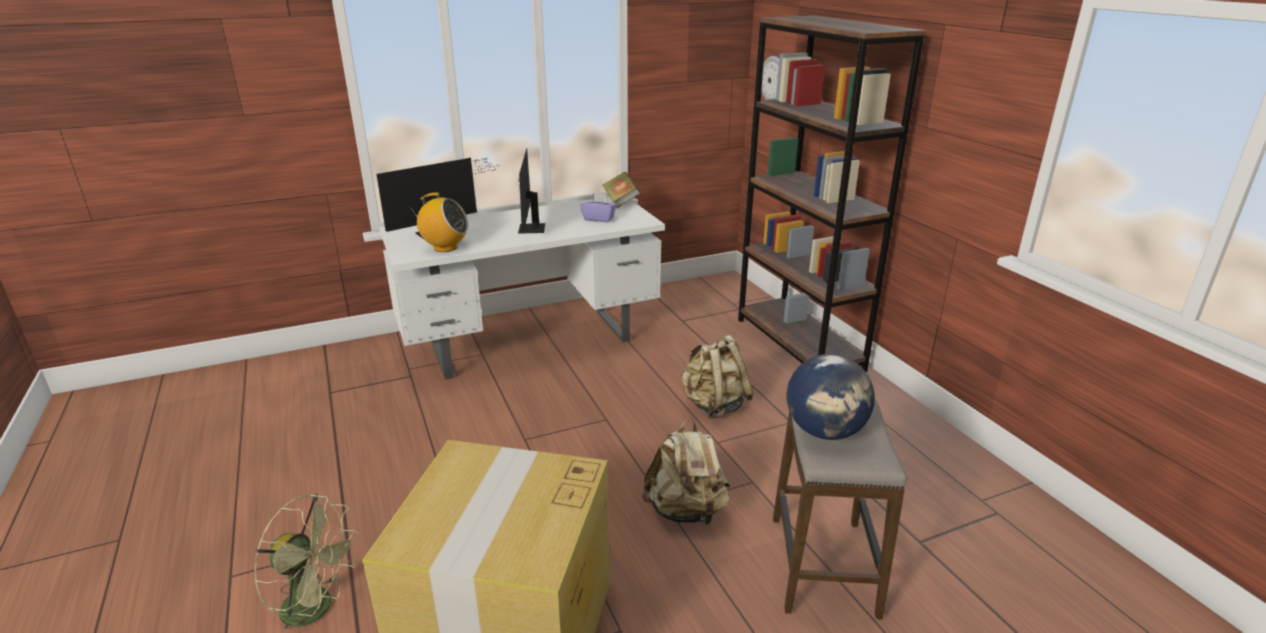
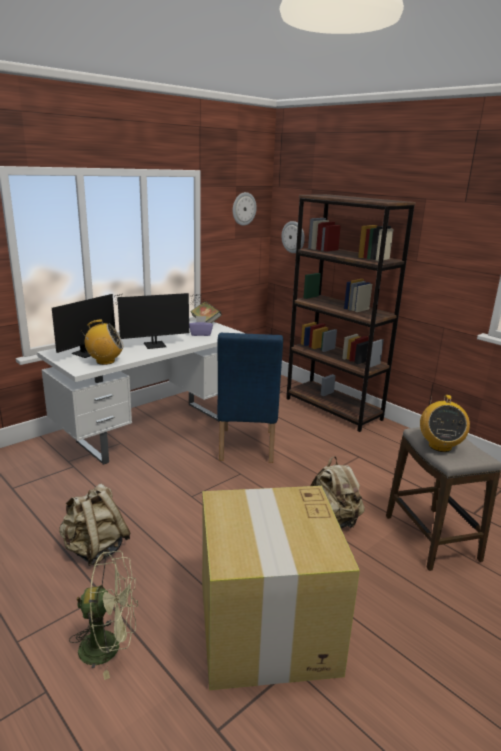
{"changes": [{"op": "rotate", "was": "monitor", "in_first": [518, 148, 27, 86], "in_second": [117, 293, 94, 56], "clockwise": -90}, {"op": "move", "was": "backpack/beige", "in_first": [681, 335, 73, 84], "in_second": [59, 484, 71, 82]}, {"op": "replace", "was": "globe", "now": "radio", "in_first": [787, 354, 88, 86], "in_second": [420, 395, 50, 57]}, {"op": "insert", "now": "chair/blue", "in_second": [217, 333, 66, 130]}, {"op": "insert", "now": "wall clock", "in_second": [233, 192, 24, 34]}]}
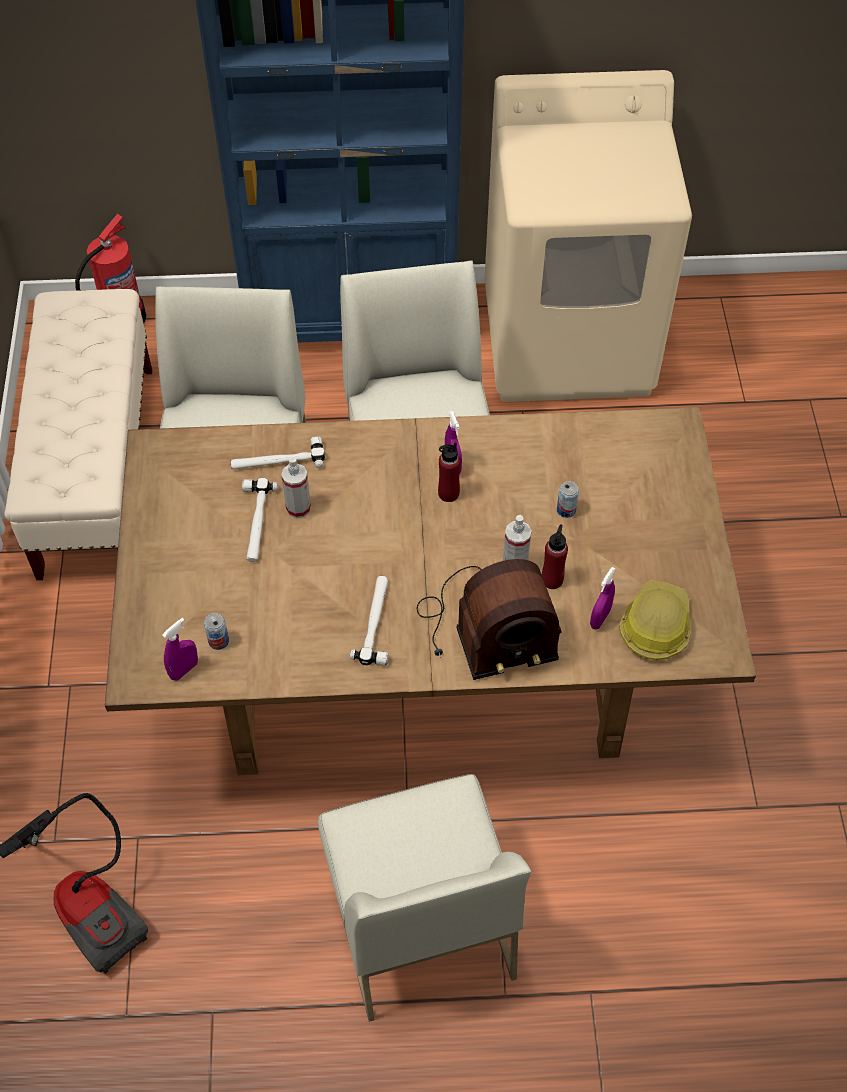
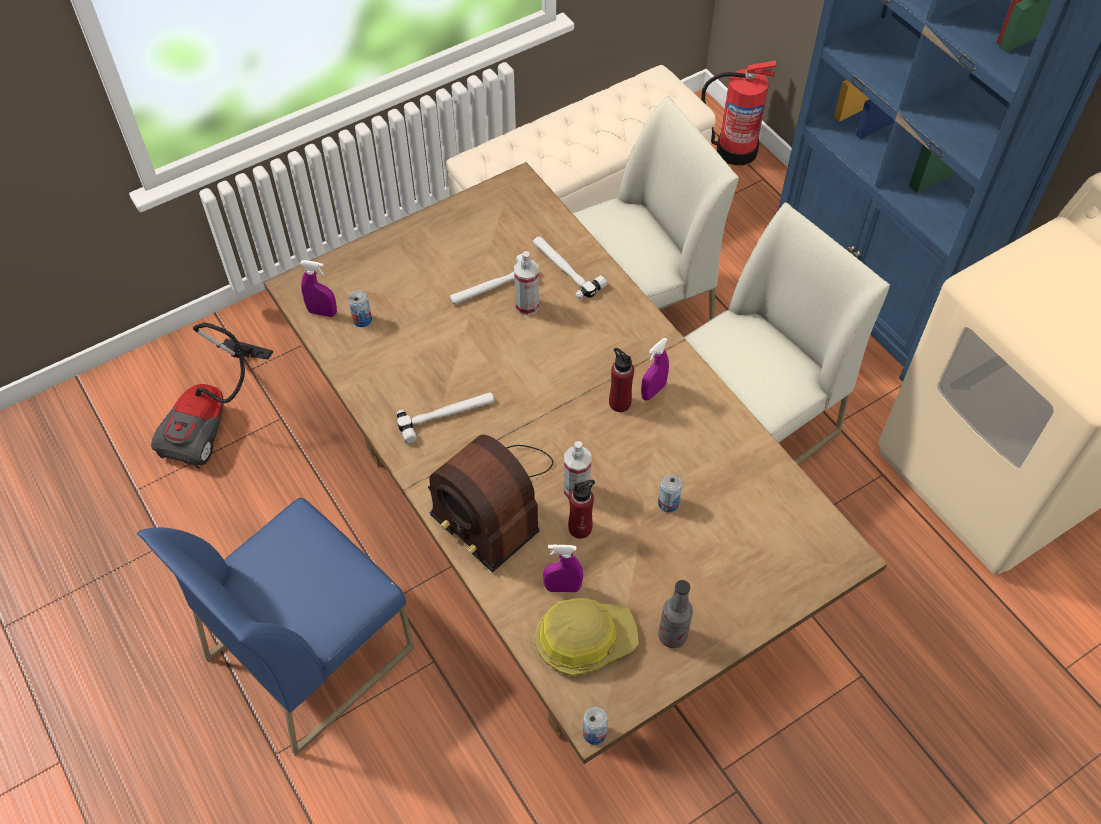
{"changes": [{"op": "recolor", "was": "chair/white", "now": "chair/blue", "in_first": [318, 774, 213, 248], "in_second": [137, 498, 277, 258]}, {"op": "insert", "now": "can", "in_second": [583, 707, 25, 38]}, {"op": "insert", "now": "bottle", "in_second": [658, 580, 35, 68]}]}
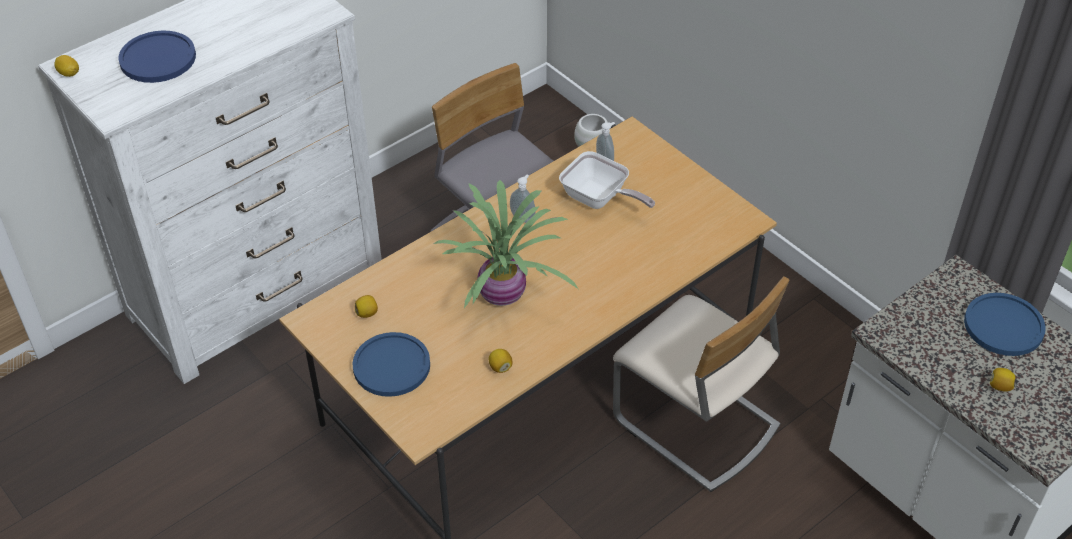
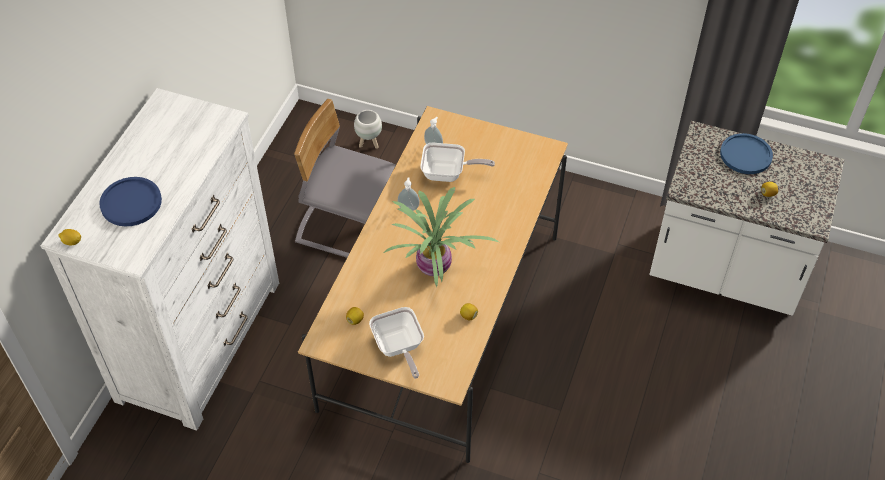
{"changes": [{"op": "replace", "was": "plate/blue", "now": "frying pan", "in_first": [353, 332, 77, 65], "in_second": [369, 307, 55, 72]}, {"op": "delete", "was": "chair/beige", "in_first": [613, 276, 176, 216]}]}
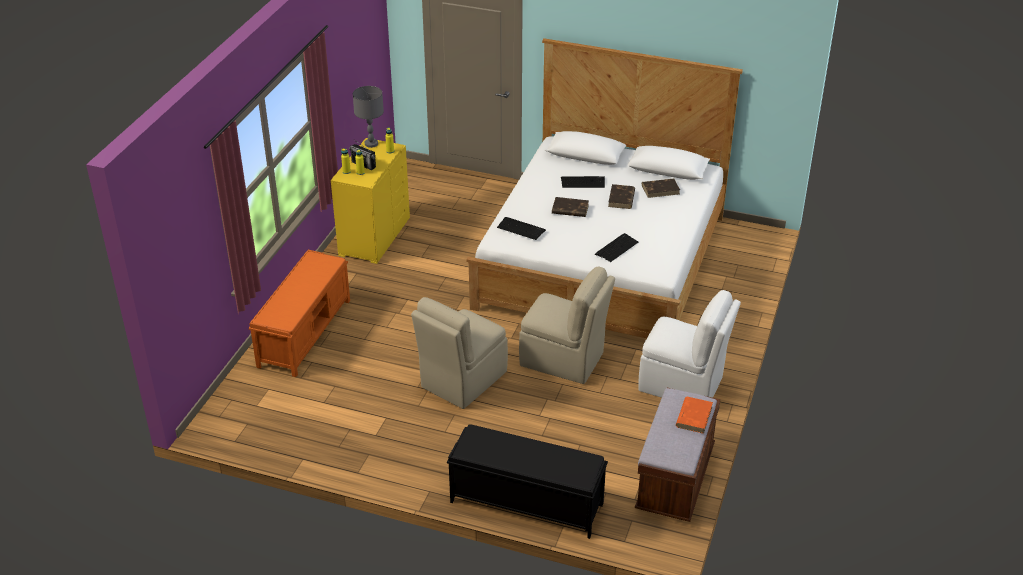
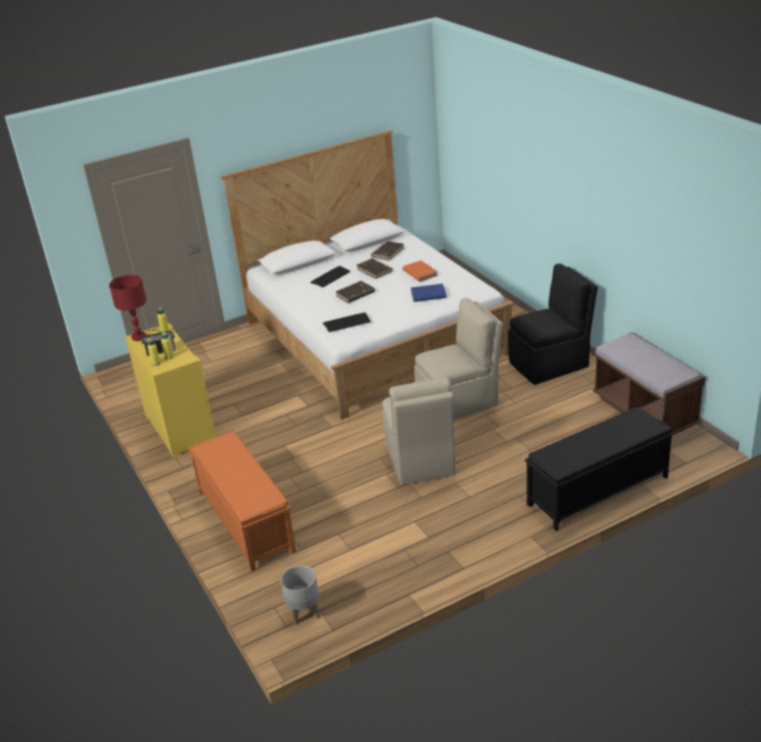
{"changes": [{"op": "recolor", "was": "table lamp/grey", "now": "table lamp/red", "in_first": [353, 86, 31, 62], "in_second": [109, 275, 38, 66]}, {"op": "replace", "was": "keyboard", "now": "book/blue", "in_first": [595, 233, 43, 29], "in_second": [411, 284, 36, 18]}, {"op": "recolor", "was": "chair/white", "now": "chair/black", "in_first": [638, 290, 103, 108], "in_second": [508, 263, 90, 122]}, {"op": "move", "was": "book/orange", "in_first": [676, 397, 37, 37], "in_second": [402, 260, 35, 22]}, {"op": "insert", "now": "planter/grey", "in_second": [281, 565, 38, 60]}]}
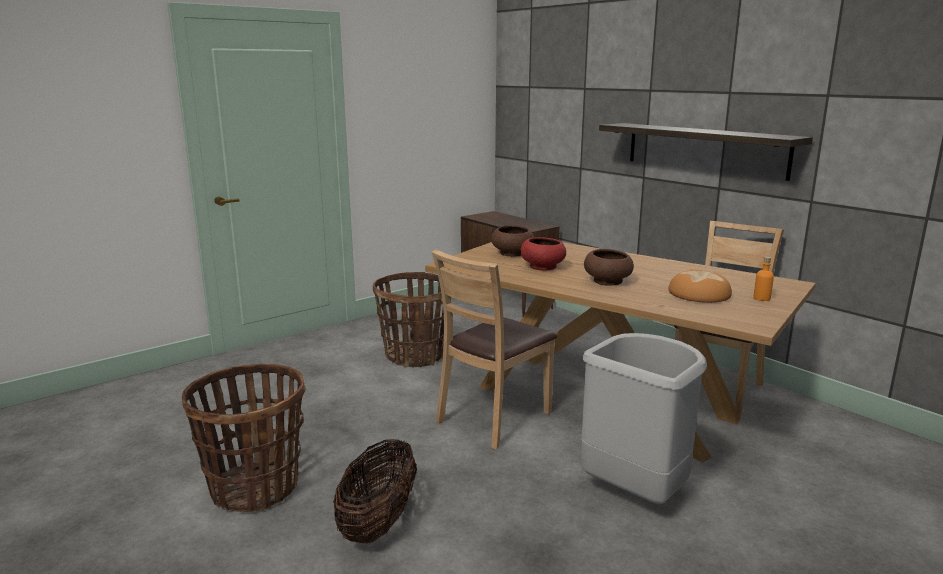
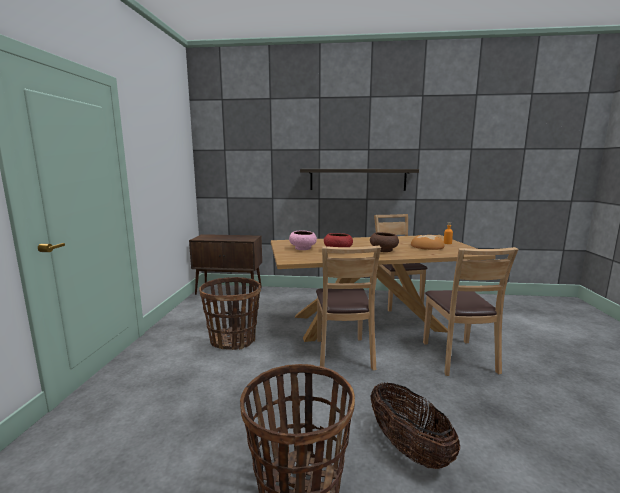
{"changes": [{"op": "recolor", "was": "bowl/brown", "now": "bowl/pink", "in_first": [491, 225, 43, 32], "in_second": [289, 230, 28, 20]}, {"op": "replace", "was": "trash can/grey", "now": "chair/brown", "in_first": [580, 333, 127, 171], "in_second": [423, 247, 96, 129]}]}
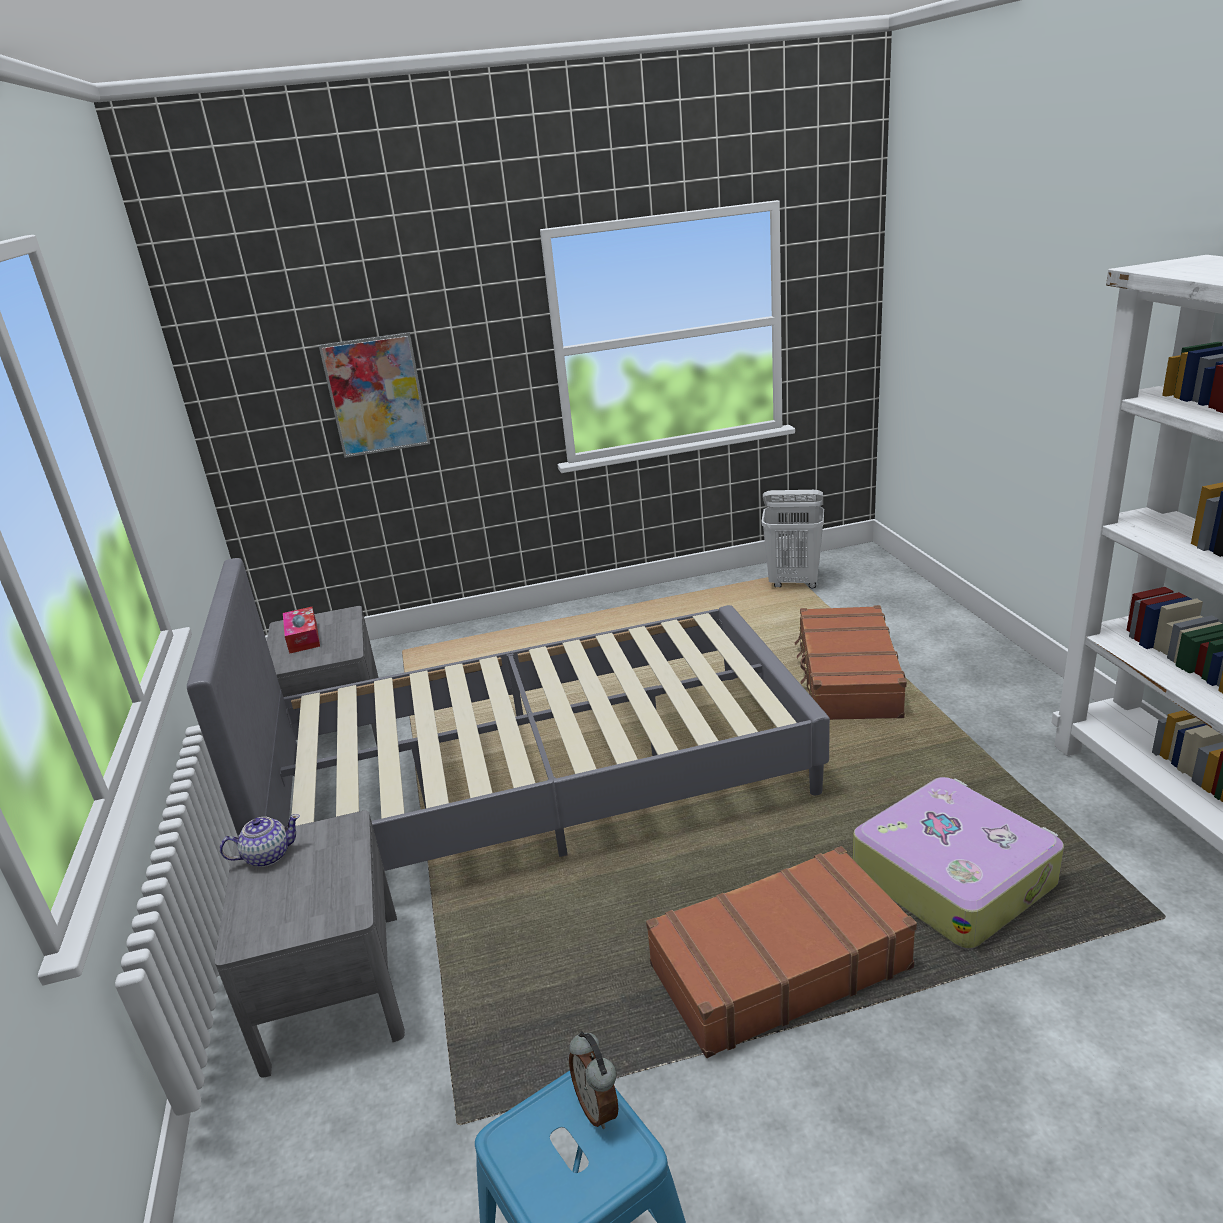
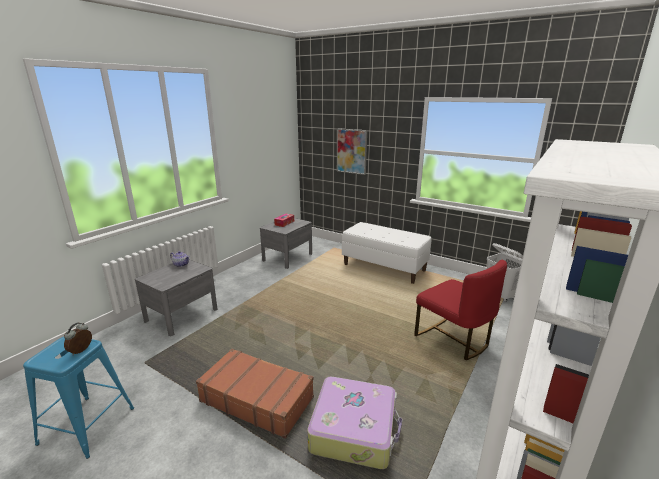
{"changes": [{"op": "delete", "was": "bed/grey", "in_first": [187, 558, 643, 313]}, {"op": "replace", "was": "suitcase/brown", "now": "chair/red", "in_first": [795, 605, 112, 115], "in_second": [414, 260, 93, 100]}, {"op": "insert", "now": "bench/white", "in_second": [342, 222, 89, 62]}]}
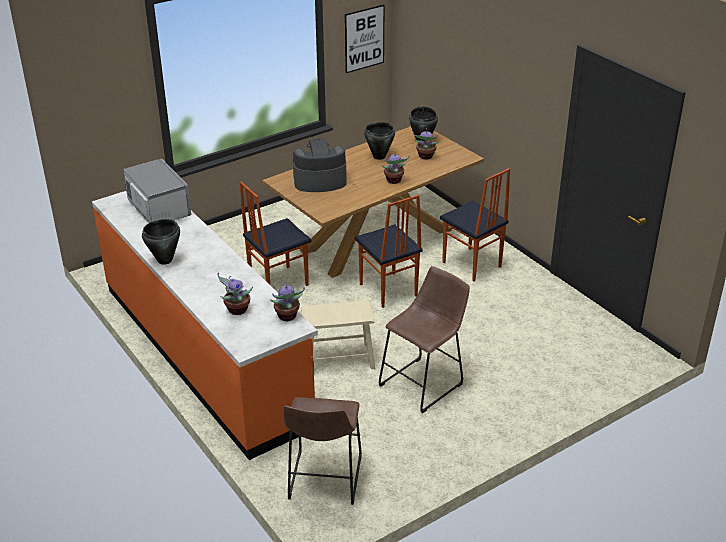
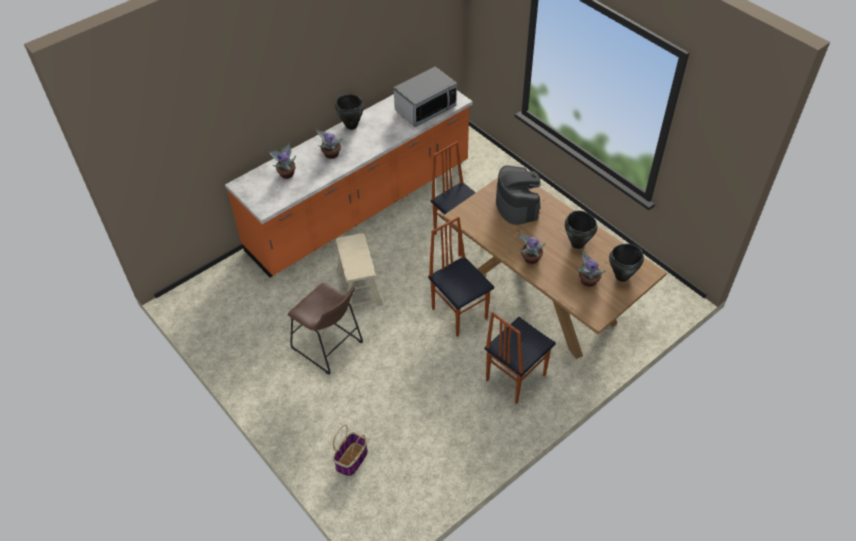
{"changes": [{"op": "move", "was": "potted plant", "in_first": [270, 283, 35, 38], "in_second": [316, 127, 27, 32]}, {"op": "delete", "was": "stool/brown", "in_first": [283, 397, 79, 108]}, {"op": "delete", "was": "picture", "in_first": [345, 4, 39, 69]}, {"op": "rotate", "was": "chair", "in_first": [355, 195, 68, 113], "in_second": [428, 216, 66, 121], "clockwise": 90}, {"op": "insert", "now": "basket", "in_second": [333, 425, 35, 51]}]}
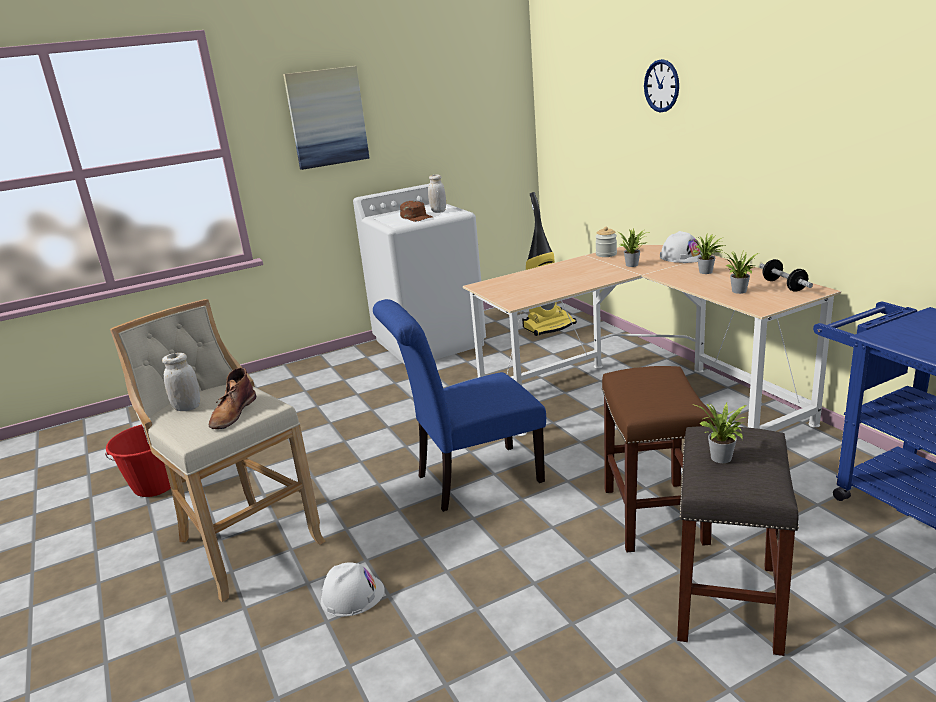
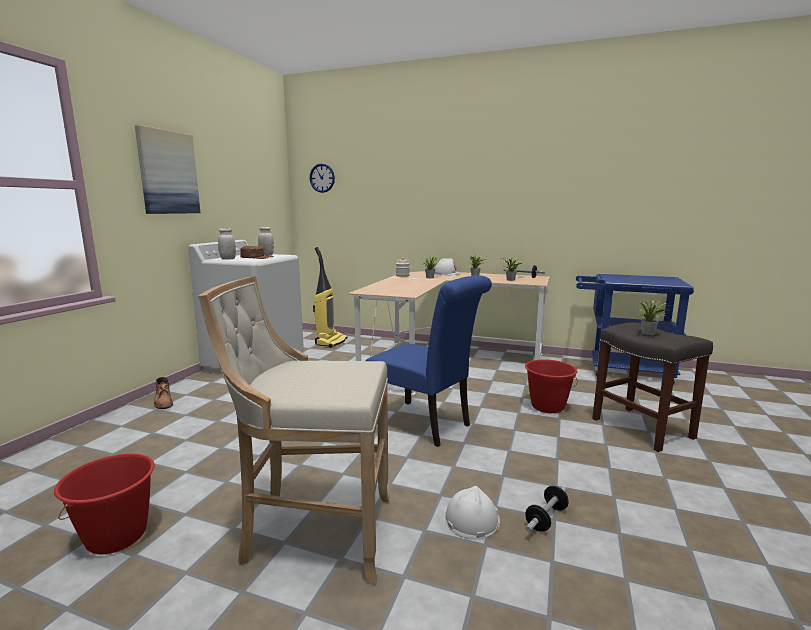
{"changes": [{"op": "move", "was": "jar/white", "in_first": [162, 353, 38, 58], "in_second": [218, 228, 18, 32]}, {"op": "move", "was": "boot/brown", "in_first": [209, 367, 47, 62], "in_second": [154, 377, 19, 32]}, {"op": "rotate", "was": "chair/blue", "in_first": [373, 299, 173, 213], "in_second": [365, 275, 127, 172], "clockwise": -75}, {"op": "replace", "was": "stool/brown", "now": "bucket/red", "in_first": [602, 366, 114, 186], "in_second": [525, 359, 53, 54]}, {"op": "move", "was": "wall clock", "in_first": [644, 59, 35, 53], "in_second": [310, 163, 25, 30]}, {"op": "insert", "now": "dumbbell", "in_second": [525, 486, 44, 46]}]}
